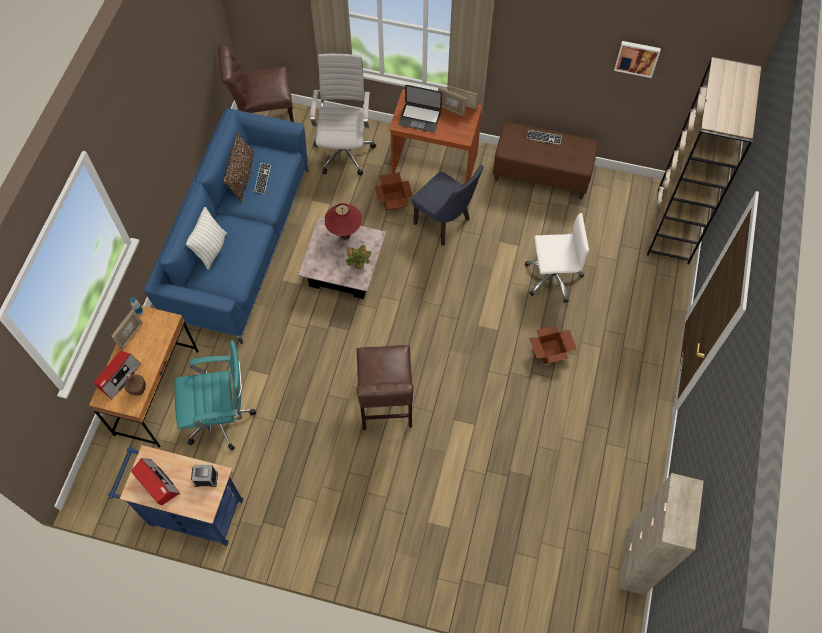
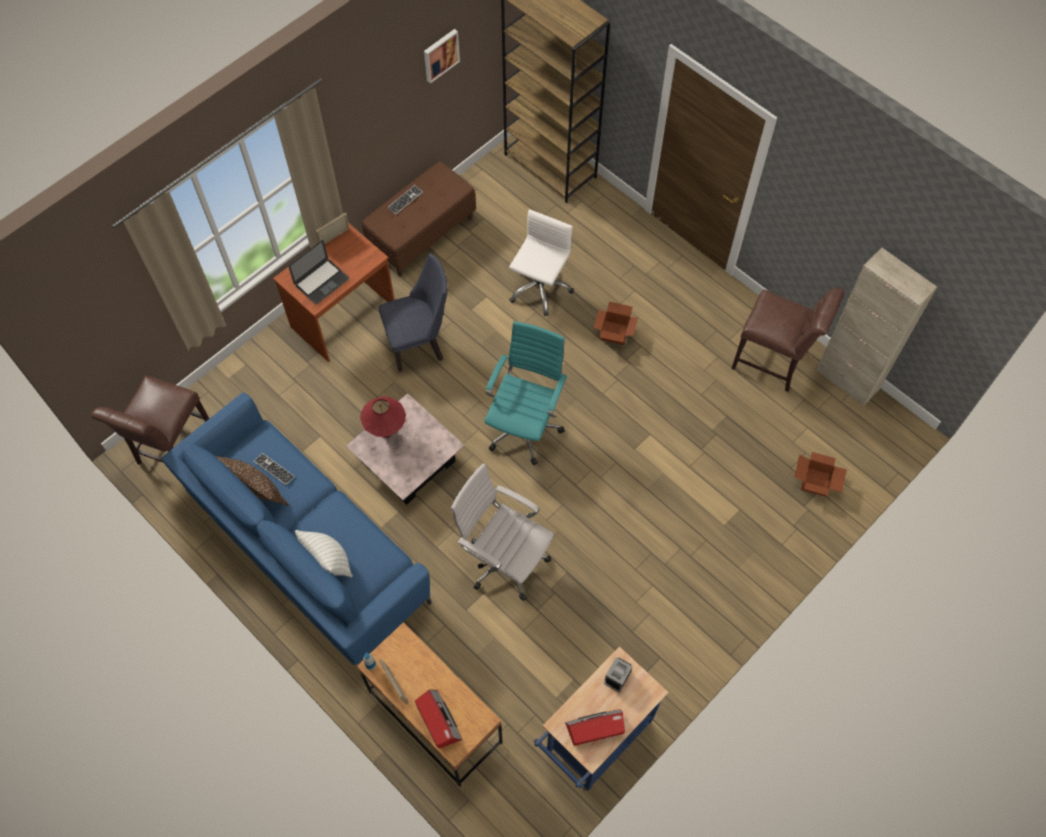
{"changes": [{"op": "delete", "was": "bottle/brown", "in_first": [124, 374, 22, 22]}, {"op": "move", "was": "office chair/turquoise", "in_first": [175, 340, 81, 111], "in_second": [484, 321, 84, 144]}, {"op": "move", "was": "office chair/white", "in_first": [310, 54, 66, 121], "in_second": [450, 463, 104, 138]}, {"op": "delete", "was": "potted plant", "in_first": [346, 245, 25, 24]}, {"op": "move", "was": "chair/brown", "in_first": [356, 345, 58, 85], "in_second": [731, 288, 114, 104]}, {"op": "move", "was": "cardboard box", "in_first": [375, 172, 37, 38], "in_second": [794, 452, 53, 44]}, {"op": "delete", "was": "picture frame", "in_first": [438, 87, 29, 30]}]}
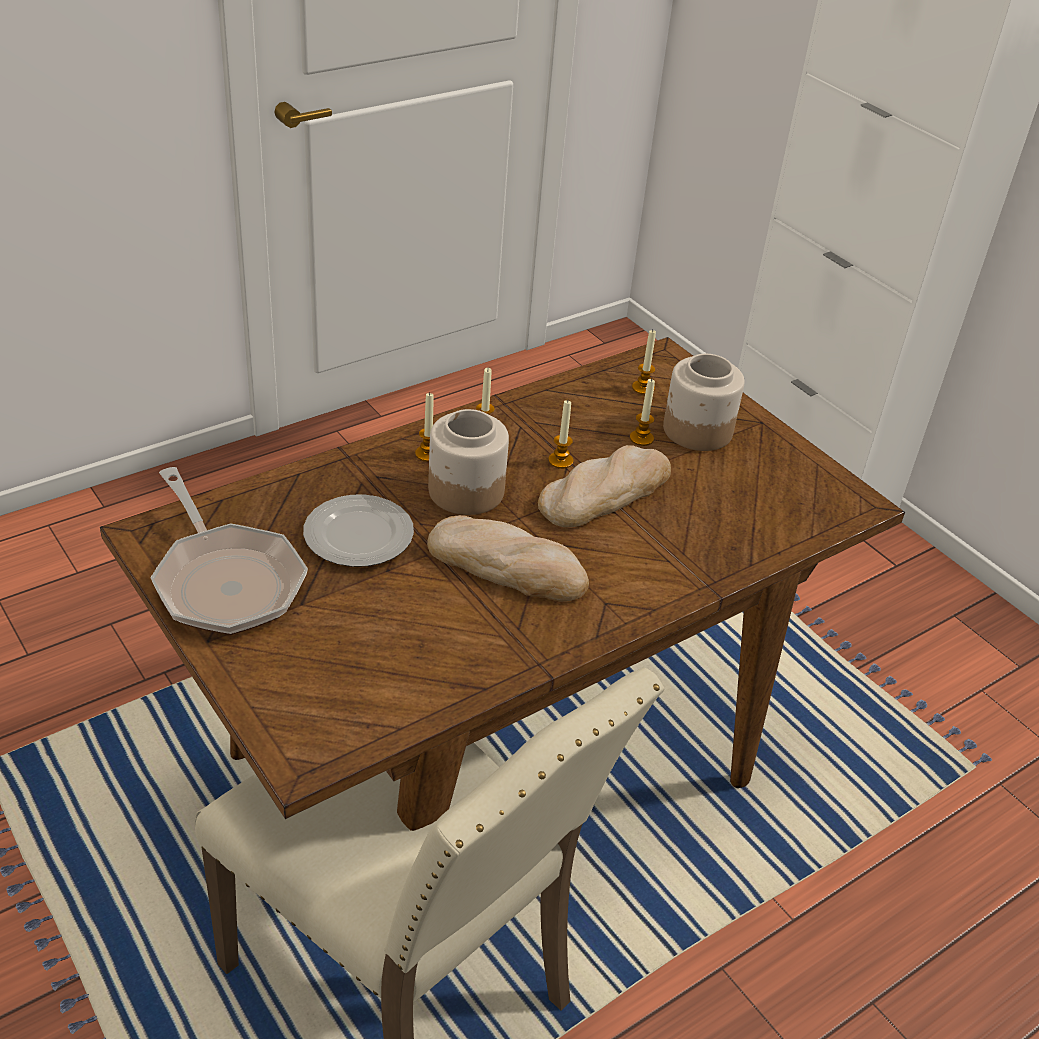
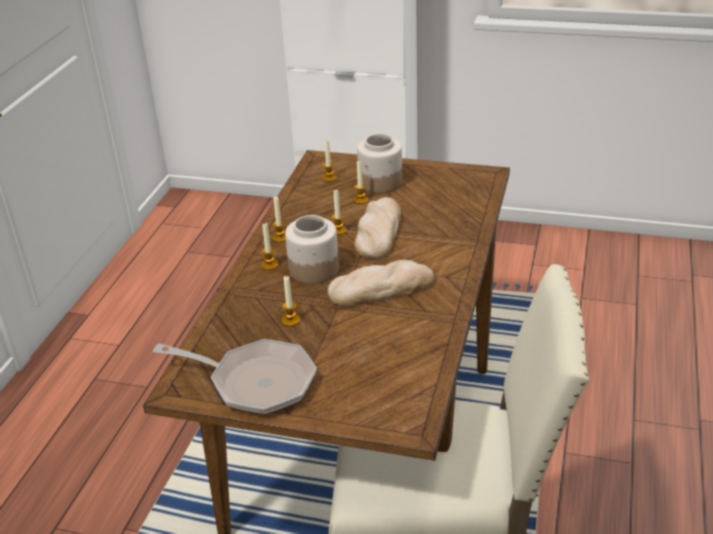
{"changes": [{"op": "replace", "was": "plate", "now": "candle", "in_first": [303, 494, 111, 73], "in_second": [282, 276, 18, 50]}]}
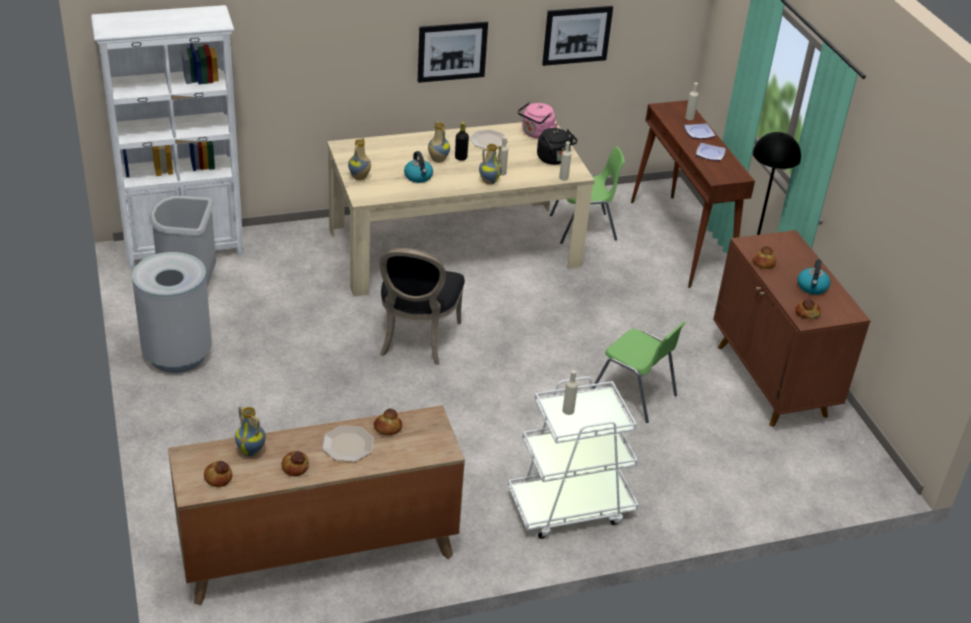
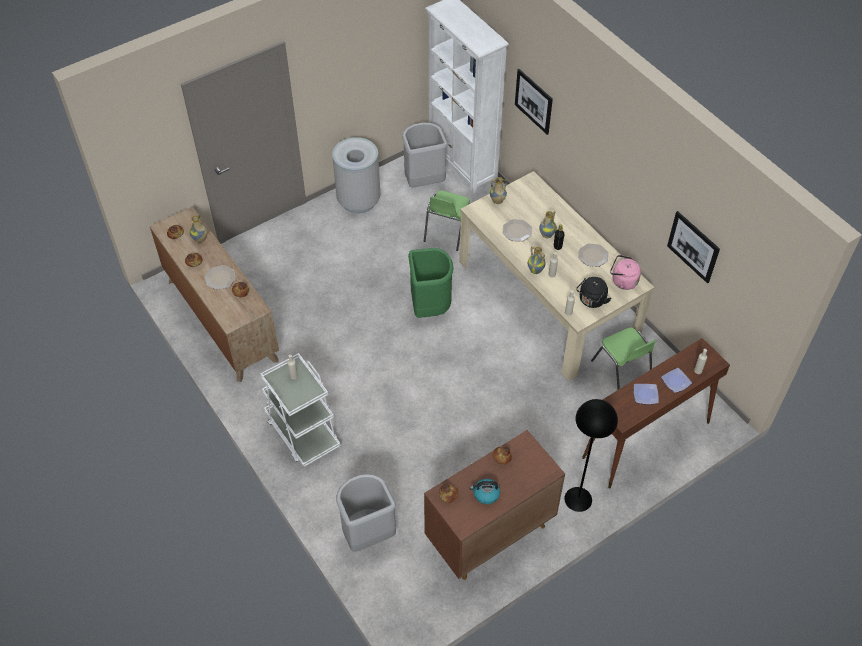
{"changes": [{"op": "replace", "was": "chair/black", "now": "trash can/green", "in_first": [380, 248, 85, 117], "in_second": [408, 248, 46, 70]}, {"op": "replace", "was": "kettle", "now": "plate", "in_first": [404, 151, 29, 32], "in_second": [502, 219, 30, 23]}, {"op": "move", "was": "picture", "in_first": [418, 22, 70, 61], "in_second": [515, 69, 38, 66]}, {"op": "move", "was": "chair/green", "in_first": [593, 321, 92, 102], "in_second": [424, 190, 47, 61]}, {"op": "insert", "now": "trash can/grey", "in_second": [336, 474, 60, 78]}]}
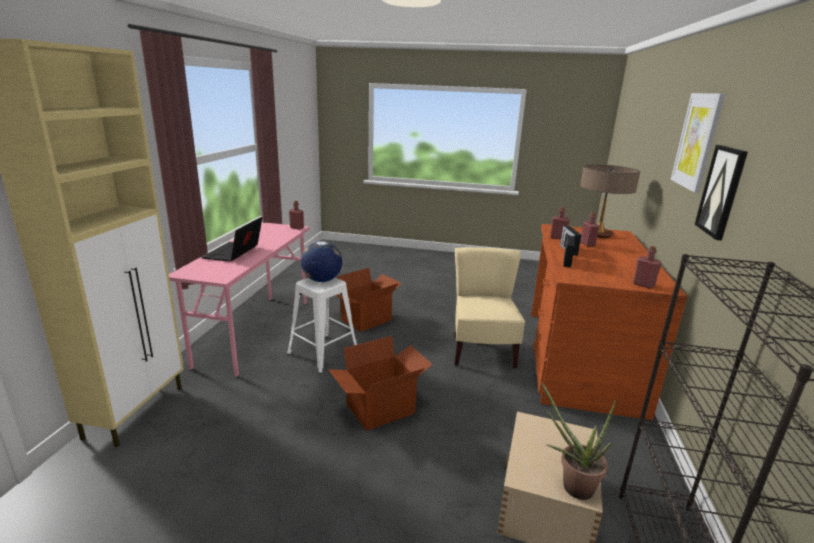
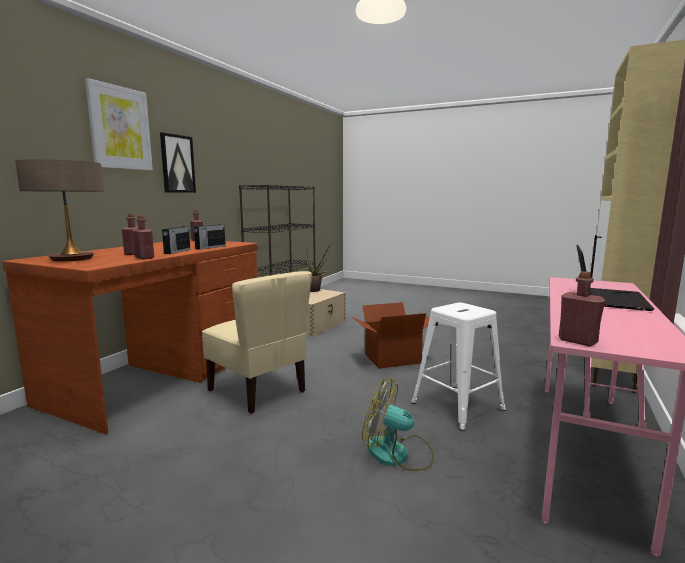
{"changes": [{"op": "delete", "was": "globe", "in_first": [301, 241, 41, 41]}, {"op": "replace", "was": "cardboard box", "now": "fan", "in_first": [335, 268, 67, 64], "in_second": [362, 378, 72, 93]}, {"op": "rotate", "was": "chair/beige", "in_first": [455, 247, 70, 121], "in_second": [202, 271, 110, 143], "clockwise": -60}]}
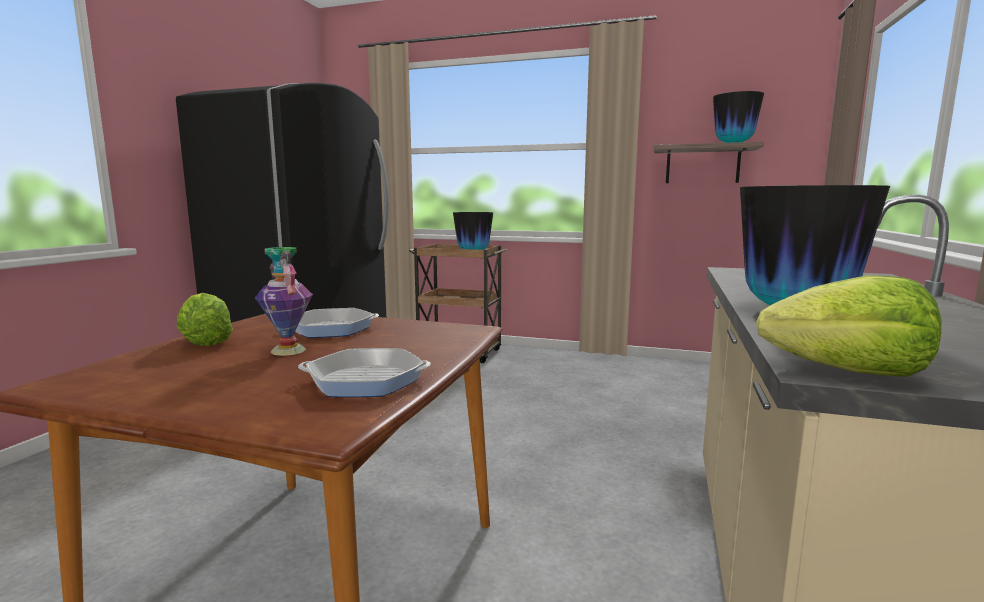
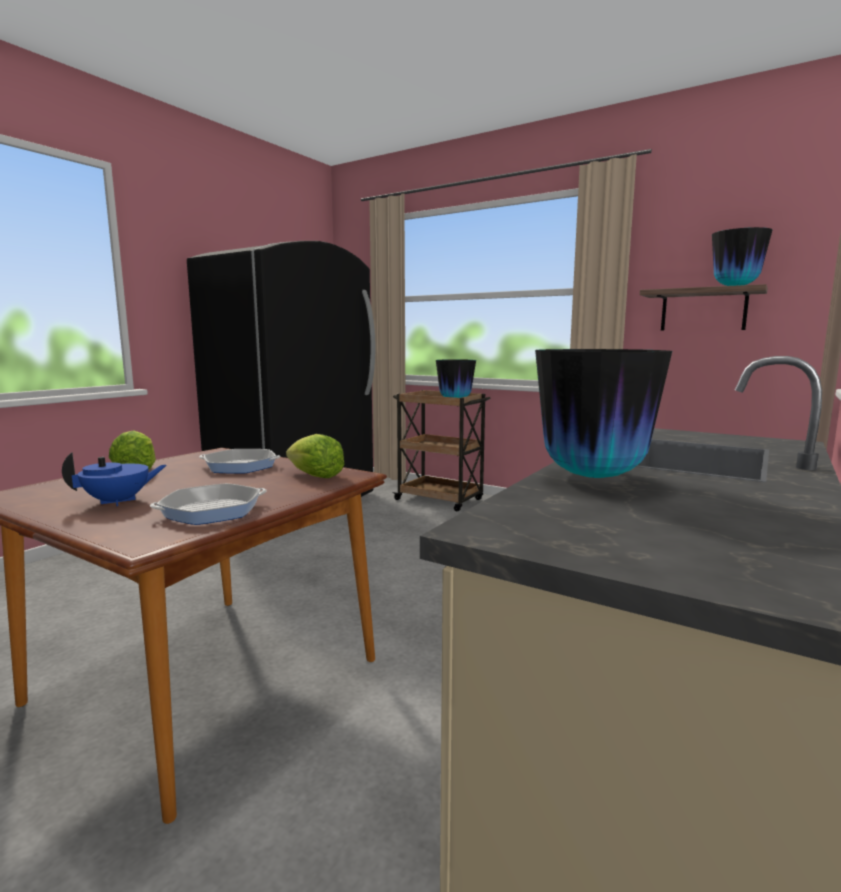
{"changes": [{"op": "delete", "was": "vase", "in_first": [255, 247, 58, 109]}, {"op": "rotate", "was": "frying pan", "in_first": [298, 348, 133, 49], "in_second": [150, 483, 117, 42], "clockwise": -45}, {"op": "move", "was": "lettuce", "in_first": [756, 275, 186, 102], "in_second": [286, 434, 59, 44]}, {"op": "insert", "now": "teapot/blue", "in_second": [62, 452, 105, 54]}]}
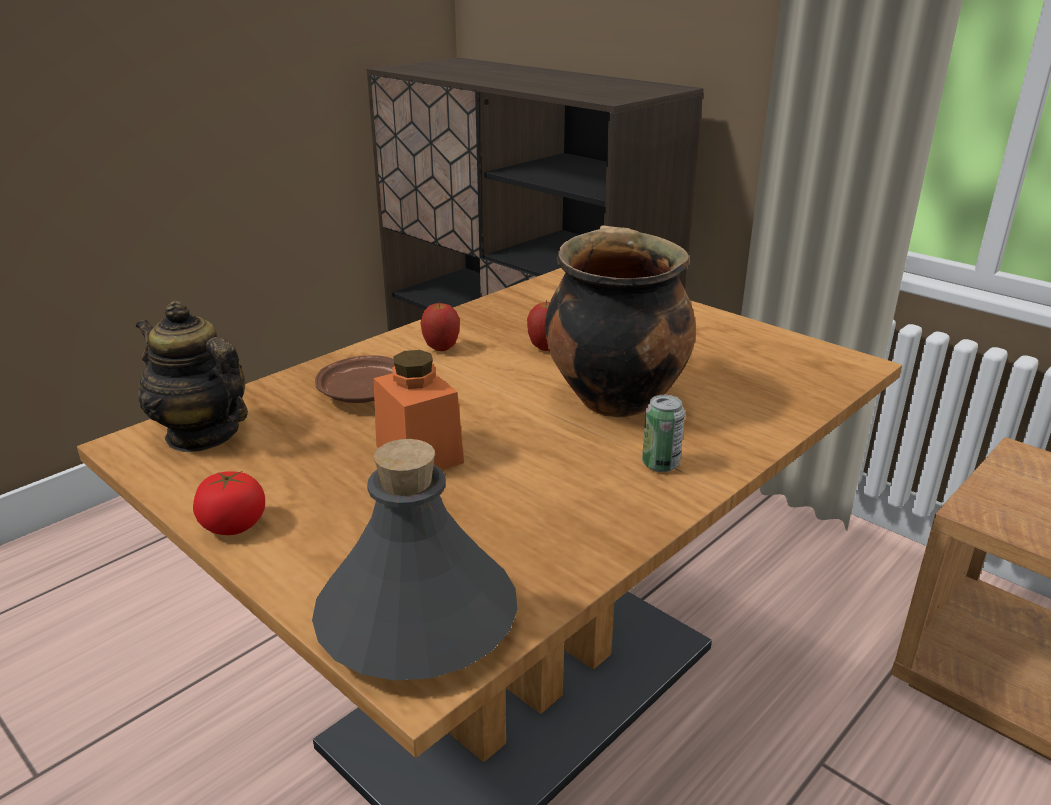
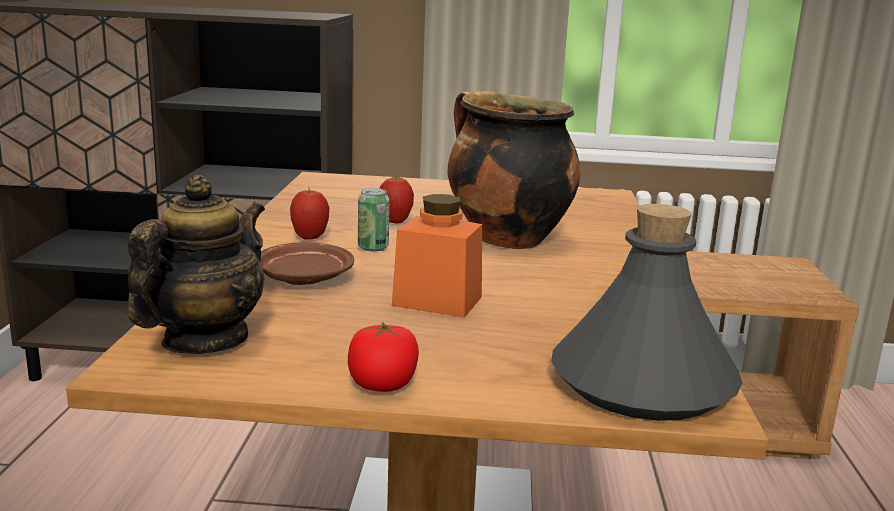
{"changes": [{"op": "rotate", "was": "teapot", "in_first": [136, 301, 112, 151], "in_second": [127, 175, 138, 179], "clockwise": 120}, {"op": "move", "was": "can", "in_first": [642, 395, 43, 77], "in_second": [358, 188, 32, 64]}]}
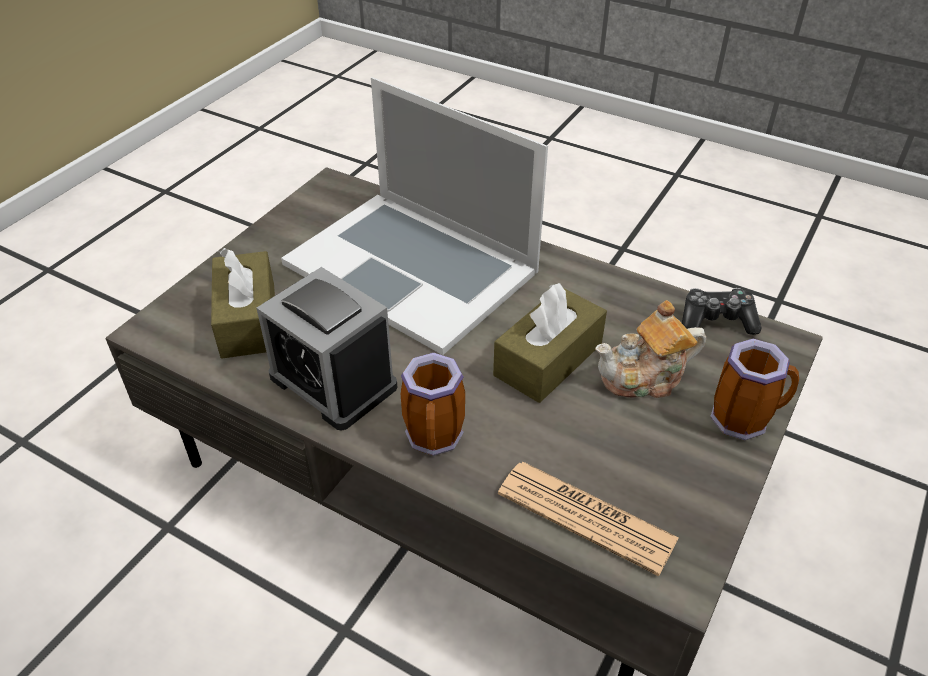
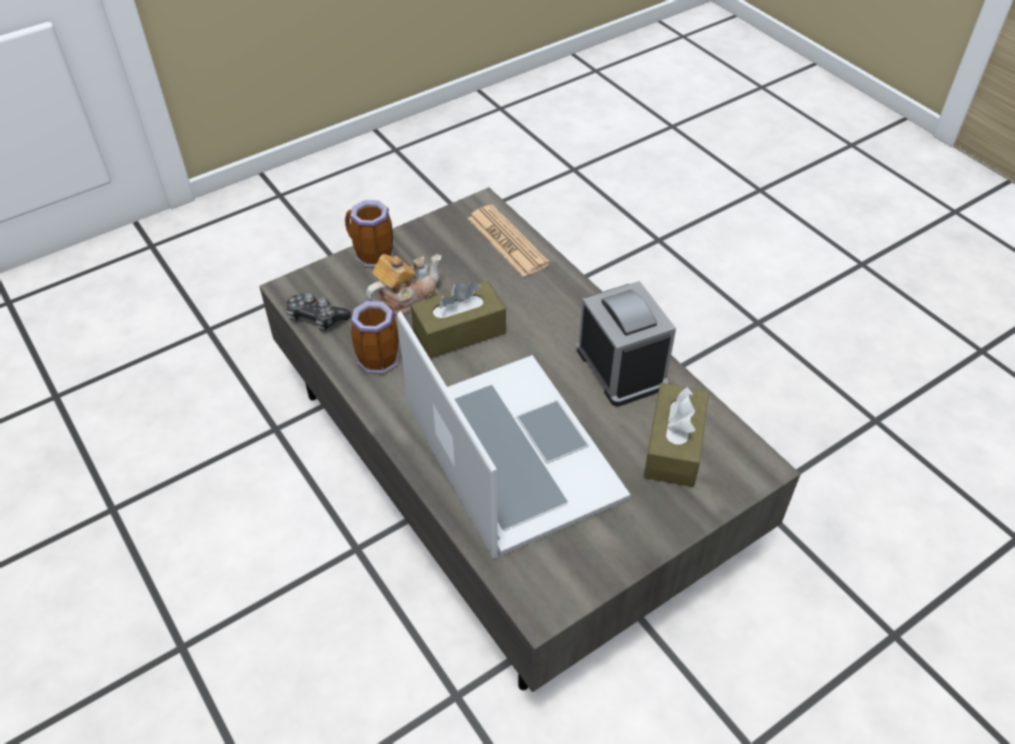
{"changes": [{"op": "move", "was": "mug", "in_first": [401, 353, 64, 103], "in_second": [351, 301, 48, 73]}, {"op": "rotate", "was": "teapot", "in_first": [595, 300, 111, 98], "in_second": [366, 254, 76, 62], "clockwise": -45}]}
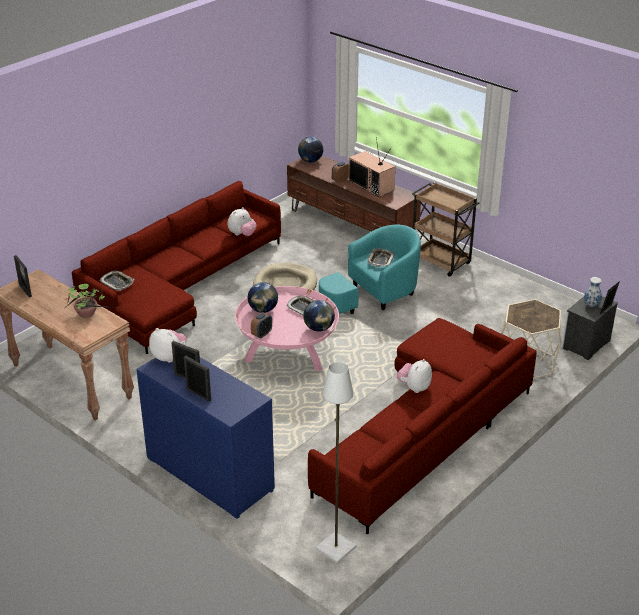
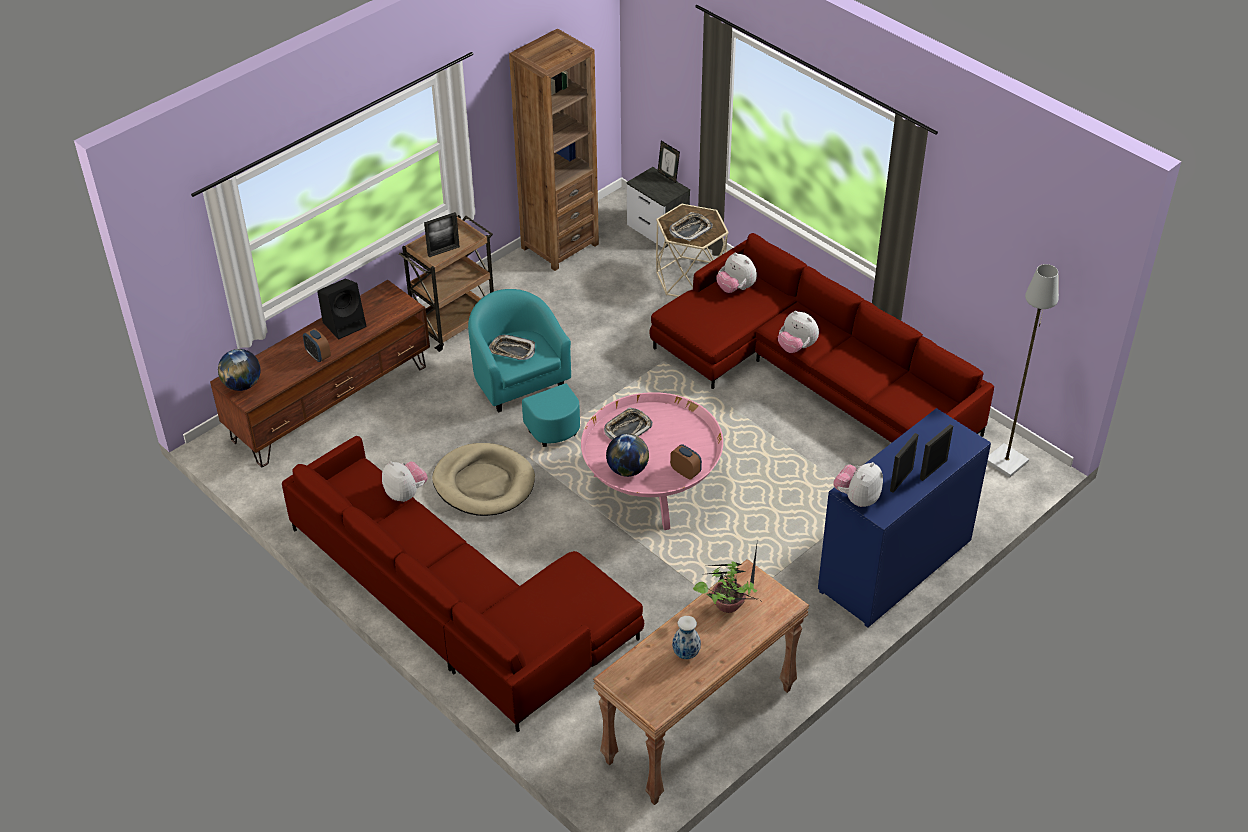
{"changes": [{"op": "move", "was": "picture frame", "in_first": [14, 255, 18, 43], "in_second": [424, 212, 36, 45]}, {"op": "move", "was": "tray", "in_first": [100, 271, 34, 20], "in_second": [669, 212, 44, 29]}, {"op": "delete", "was": "globe", "in_first": [303, 300, 32, 32]}, {"op": "replace", "was": "television", "now": "speaker/black", "in_first": [349, 138, 46, 59], "in_second": [317, 279, 49, 61]}, {"op": "move", "was": "vase", "in_first": [584, 277, 18, 30], "in_second": [672, 616, 29, 43]}, {"op": "insert", "now": "bookcase/brown", "in_second": [509, 28, 90, 243]}, {"op": "insert", "now": "plush toy", "in_second": [716, 252, 41, 41]}]}
